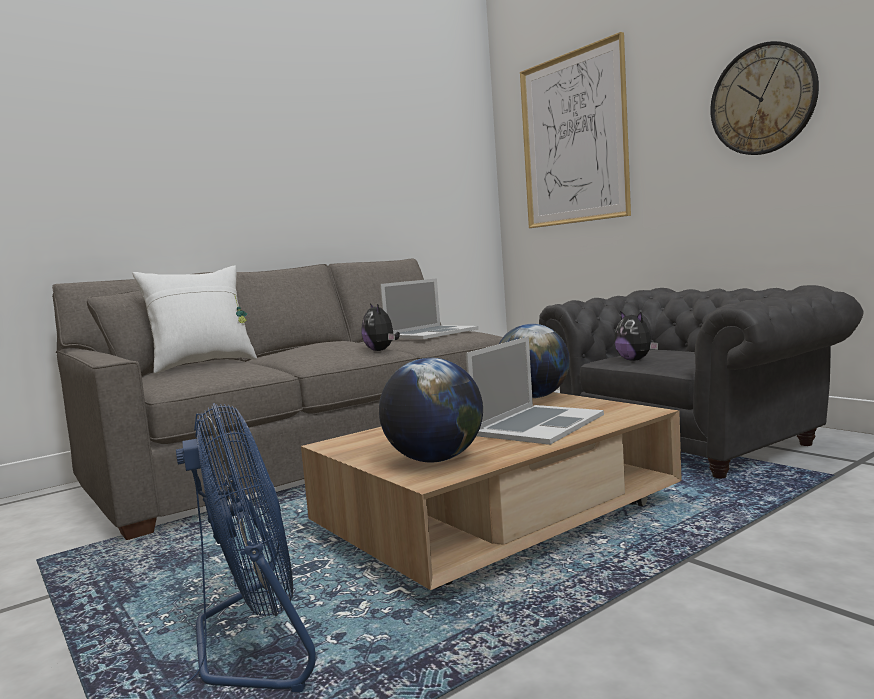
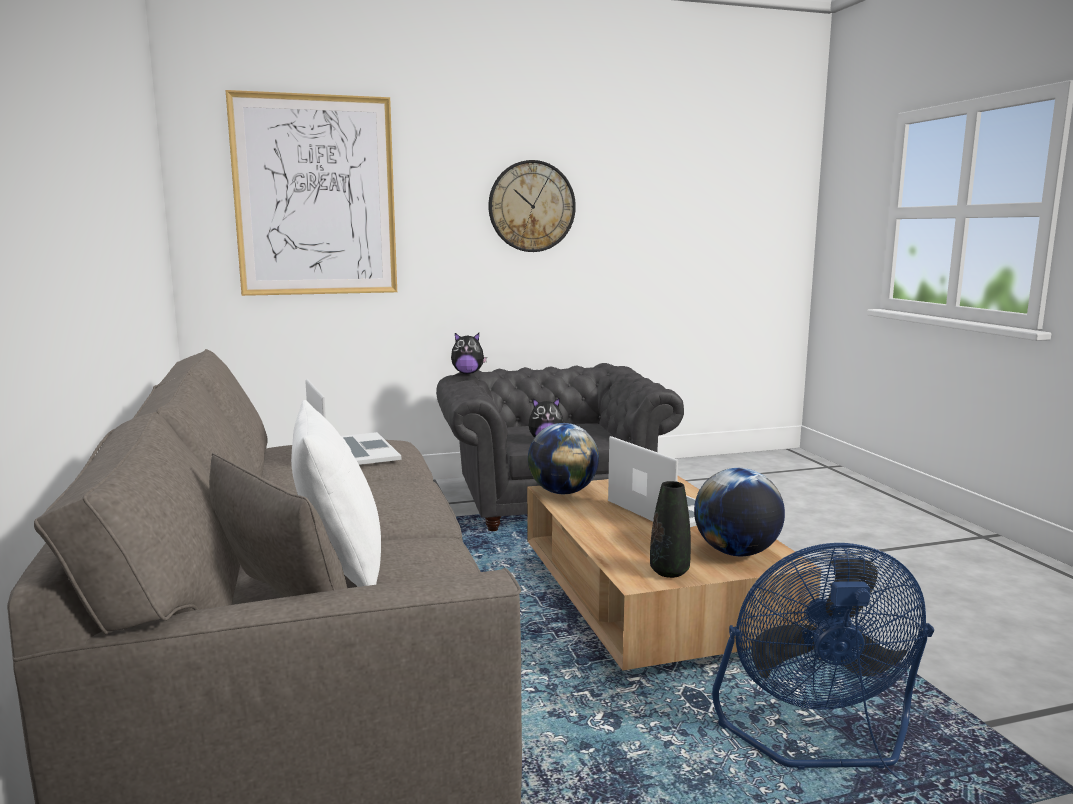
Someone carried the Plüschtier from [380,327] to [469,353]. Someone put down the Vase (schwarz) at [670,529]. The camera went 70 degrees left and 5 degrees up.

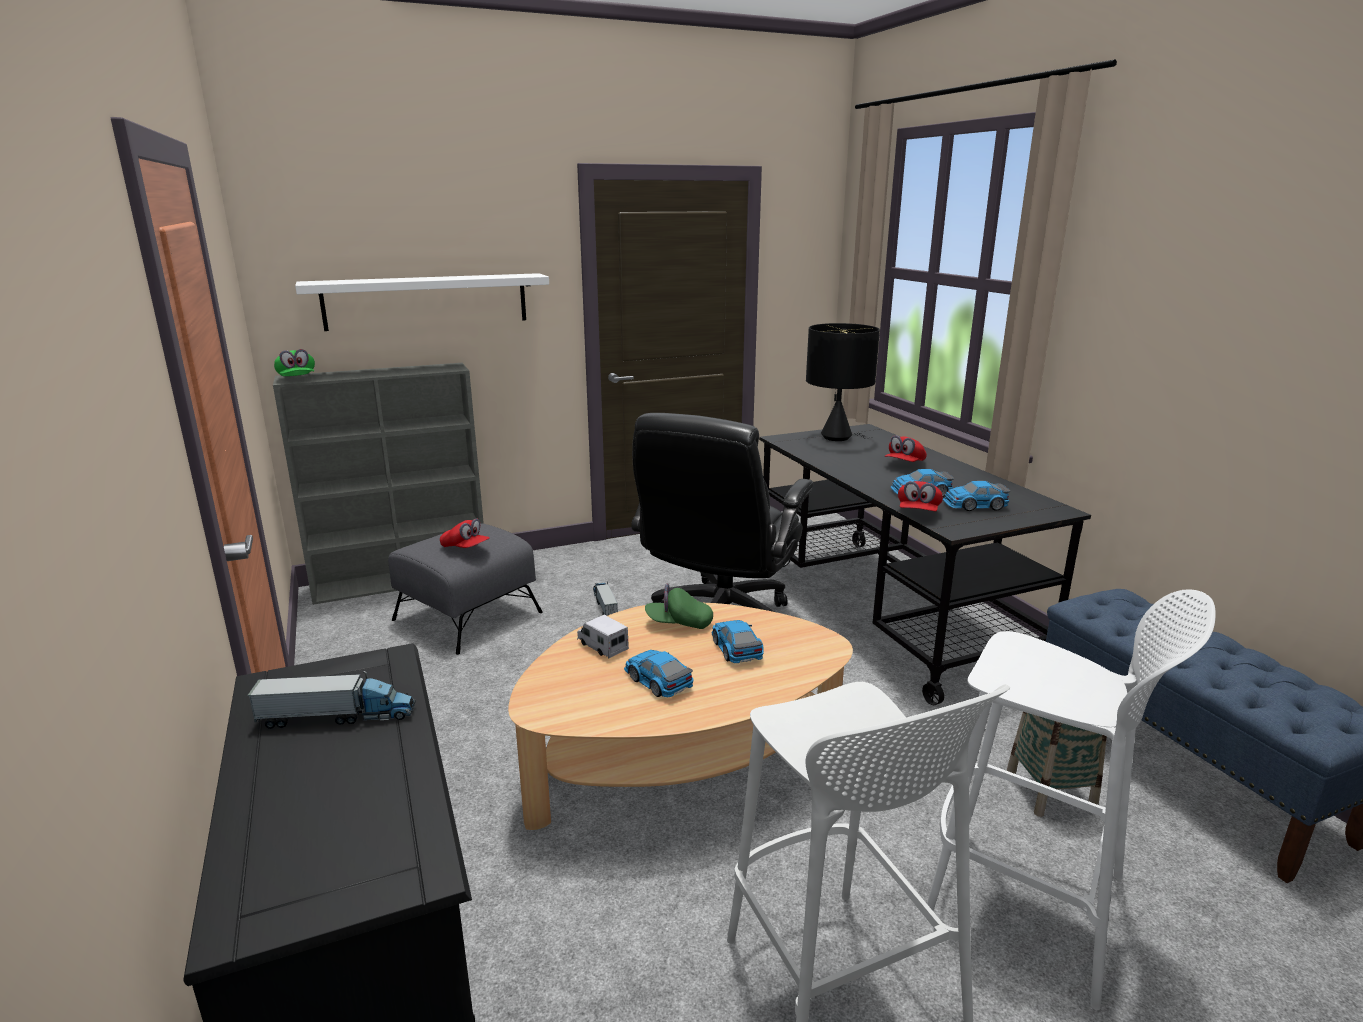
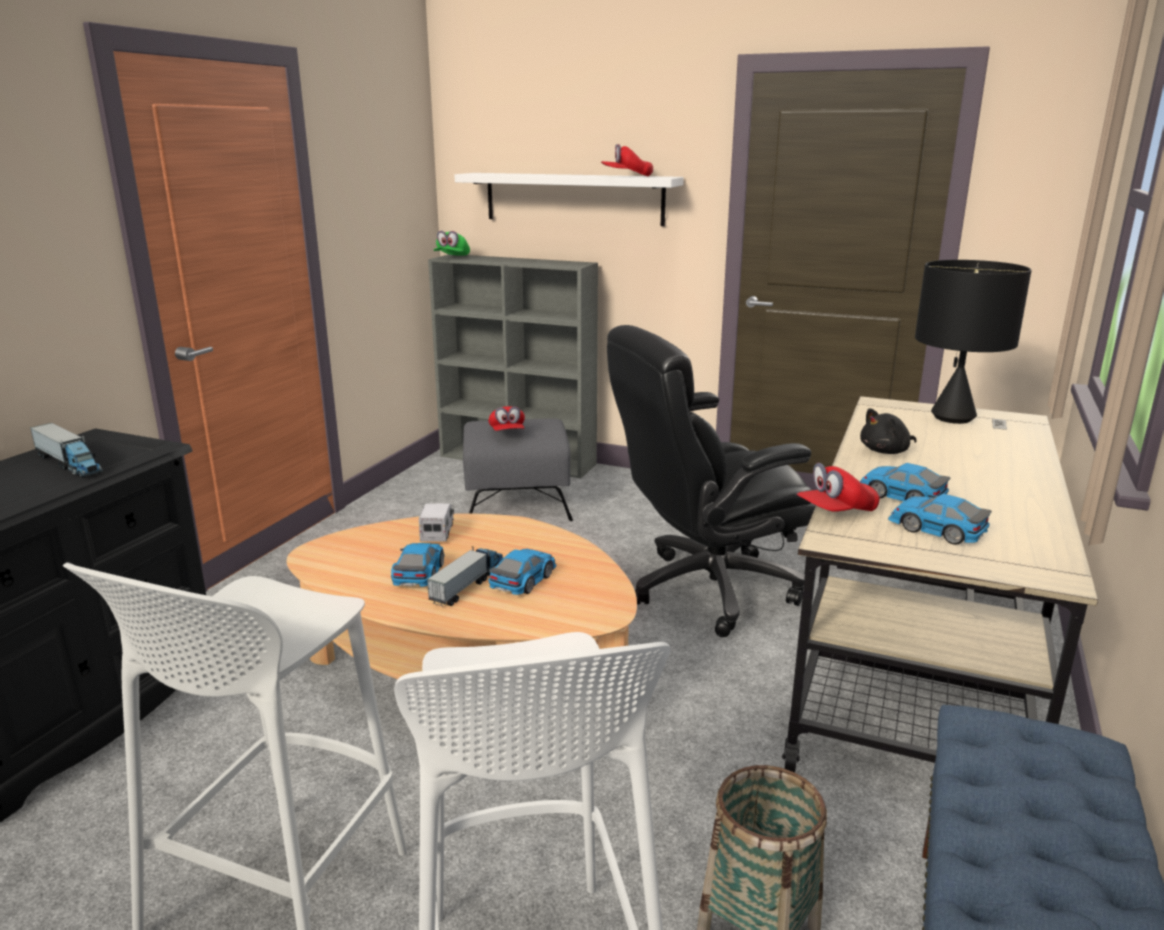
Someone repainted the Schreibtisch (schwarz) at [925,564], which became the Schreibtisch (beige) at [940,584]. Someone carried the Kappe (rot) from [906,448] to [627,160]. Someone carried the Spielzeuglaster from [605,599] to [465,576]. Someone took away the Kappe (grün) at [679,606]. Someone put down the Plüschtier (schwarz) at [888,431]. The camera went 45 degrees right and 0 degrees up.

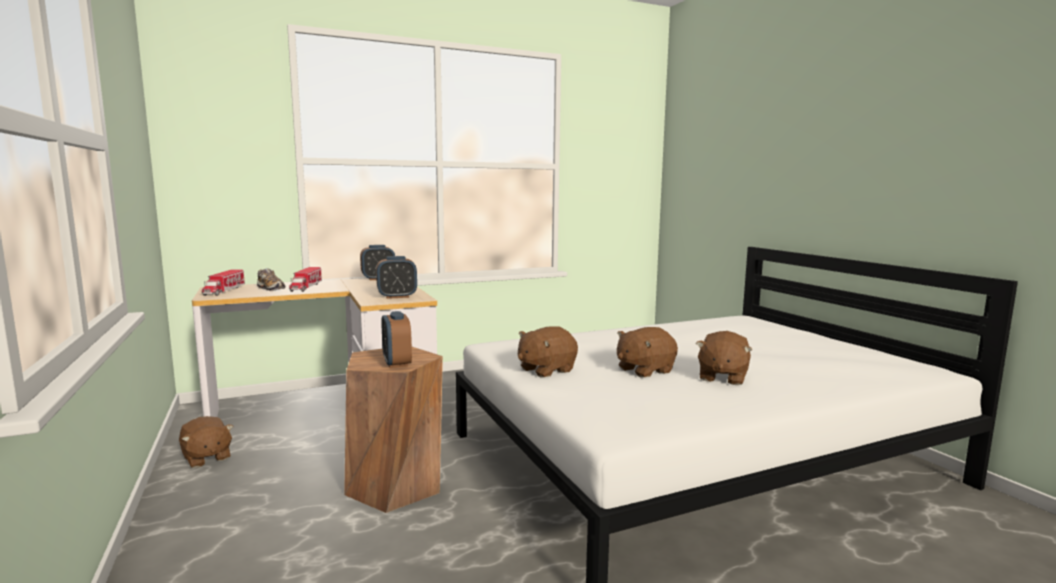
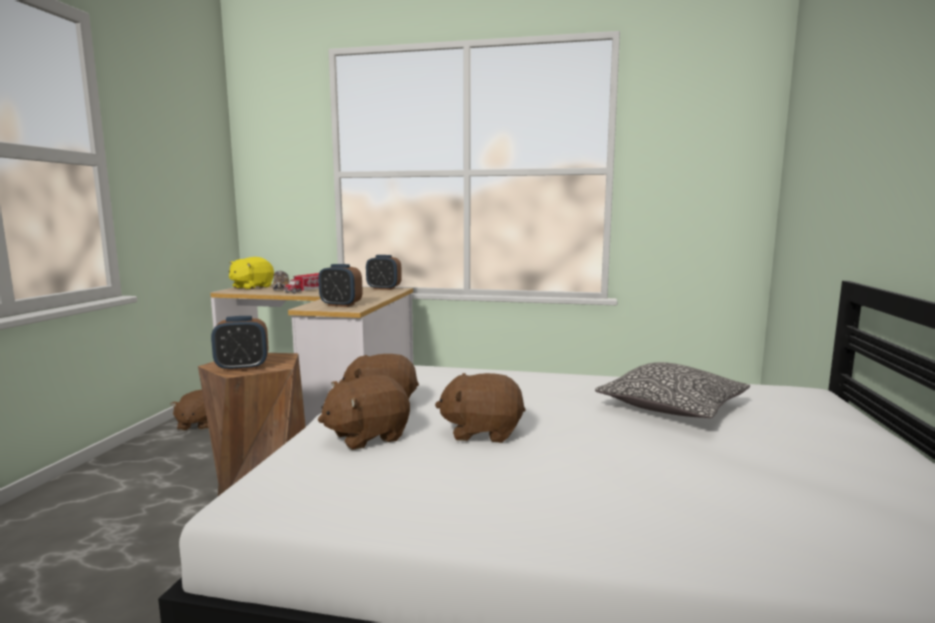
Someone swapped the Spielzeuglaster at [223,282] for the Plüschtier (gelb) at [251,273]. Someone rotated the Wecker at [396,339] by 120 degrees counterclockwise. Someone carried the Plüschtier (braun) from [724,358] to [364,412]. Someone put down the Kissen at [672,390]. The camera went 35 degrees right and 0 degrees up.

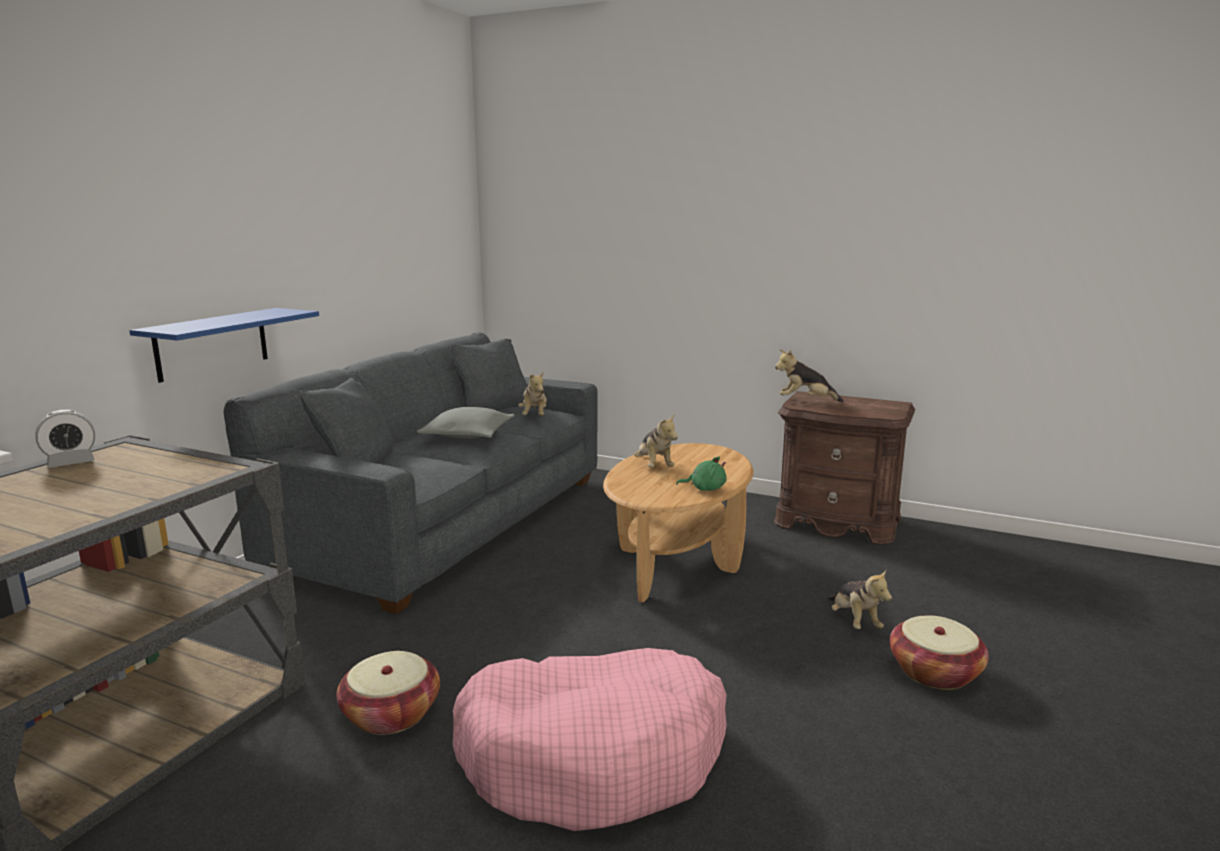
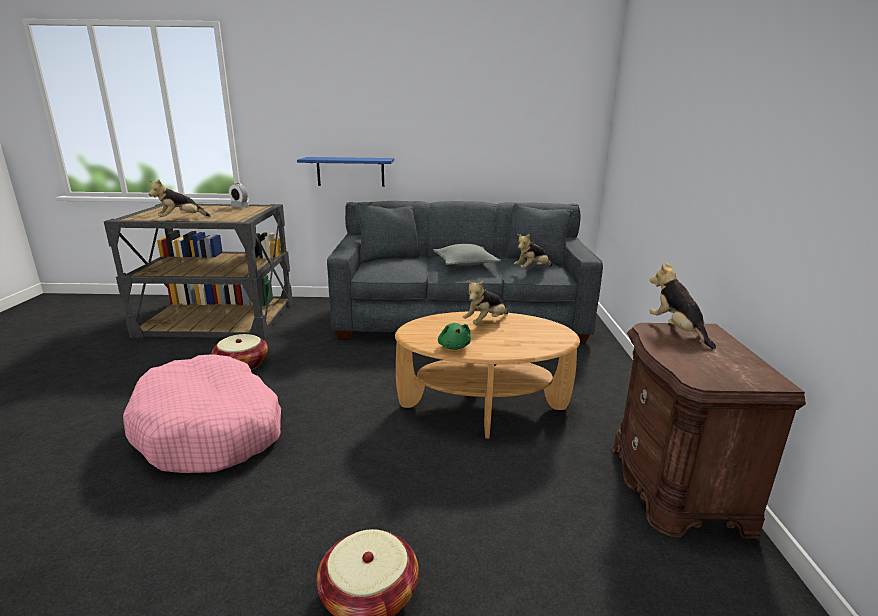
Someone carried the Plüschtier from [859,599] to [179,198]. The camera went 65 degrees right and 5 degrees up.

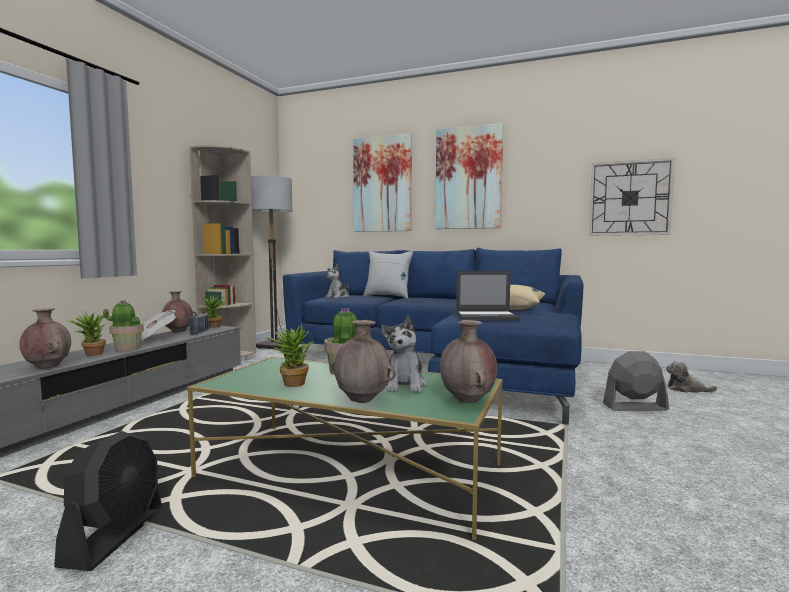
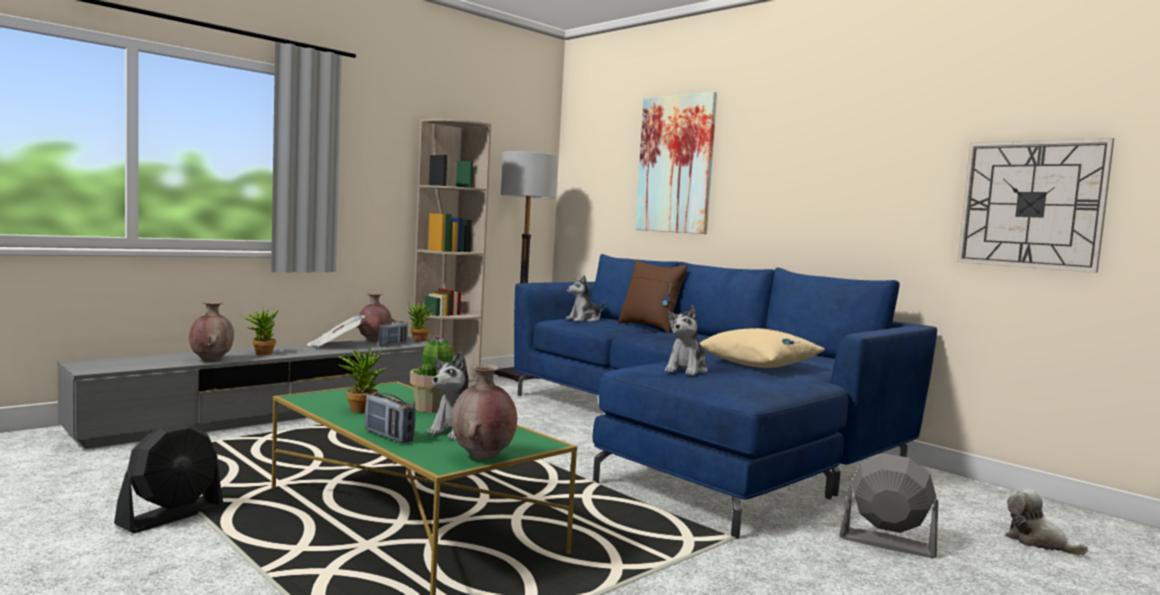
Someone took away the Bild at [469,176]. Someone repainted the Kissen (grau) at [388,275], which became the Kissen (braun) at [653,296]. Someone swapped the Laptop at [488,295] for the Plüschtier at [686,340]. Someone took away the Topfpflanze at [123,325]. Someone swapped the Vase (braun) at [363,361] for the Radio at [390,418]. The camera went 25 degrees right and 0 degrees up.

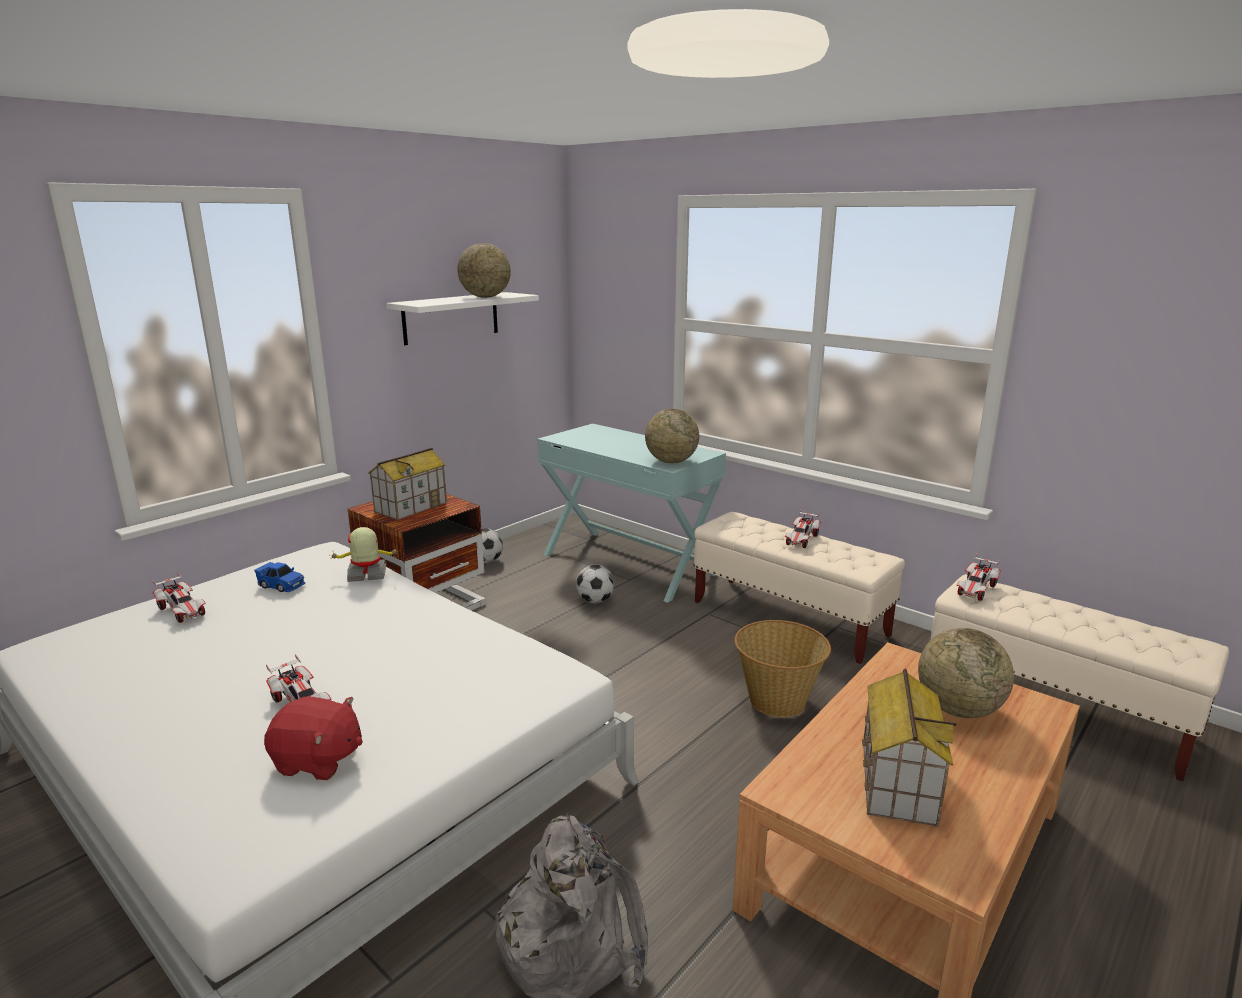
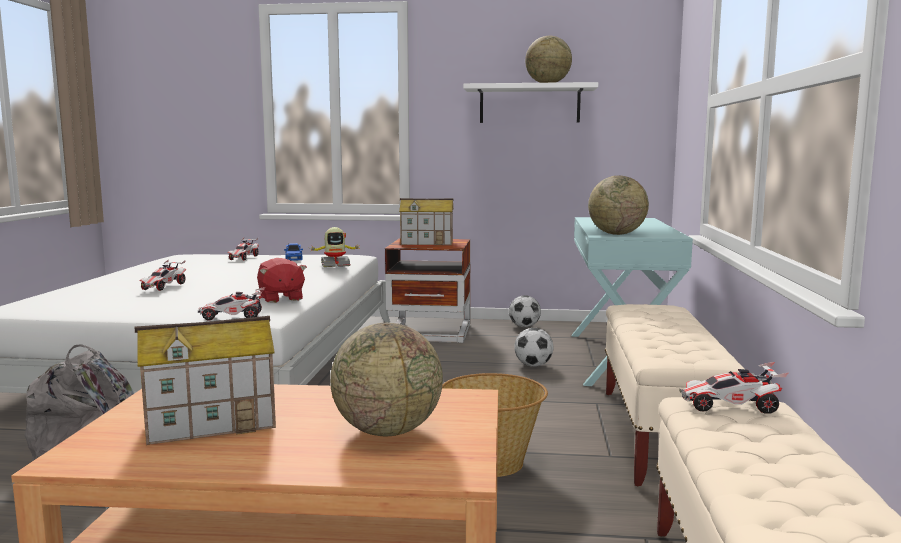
Someone carried the Spielzeugauto from [803,529] to [231,303]. Someone rotated the Spielzeugroboter at [365,554] by 120 degrees clockwise. Someone carried the Plüschtier (rot) from [313,738] to [282,280]. The camera went 55 degrees right and 10 degrees down.

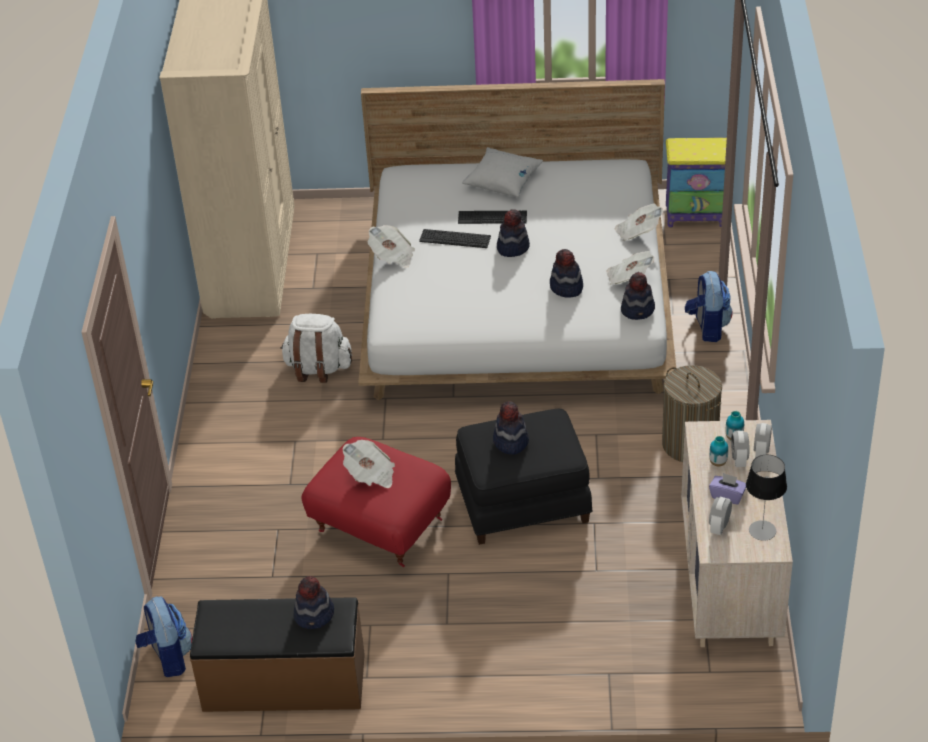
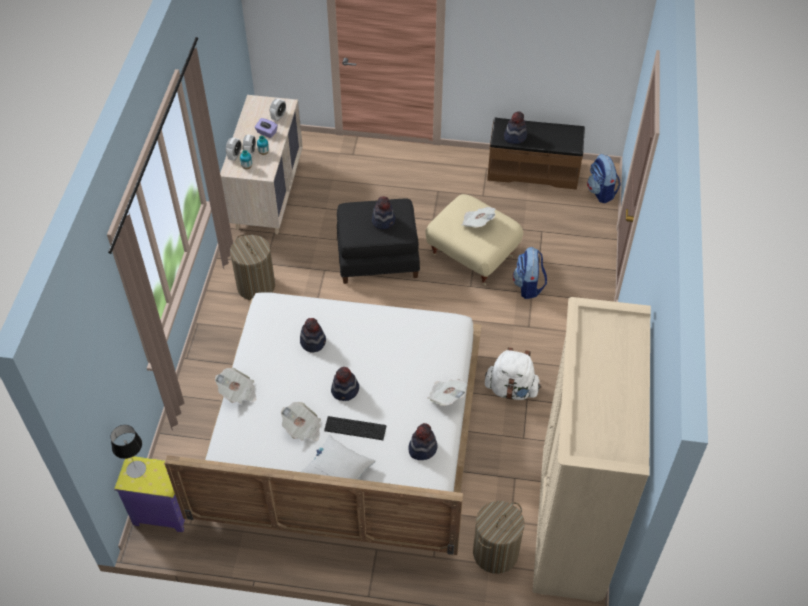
Someone took away the Tastatur at [455,238]. Someone carried the Zeitung from [630,268] to [301,421]. Someone carried the Rucksack from [708,306] to [530,273]. Someone carried the Hut from [638,296] to [422,441]. Someone repainted the Polsterhocker (rot) at [376,502], which became the Polsterhocker (beige) at [474,239]. Someone carried the Tischlampe from [766,498] to [128,451]. Someone put down the Wäschekorb at [498,537]. The camera went 175 degrees left and 10 degrees up.

